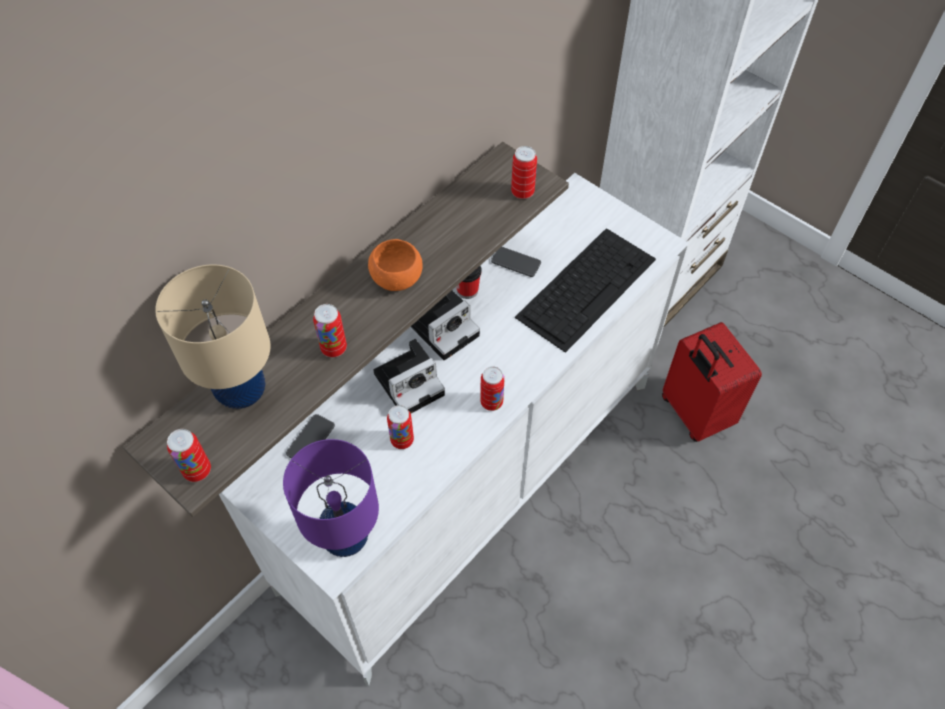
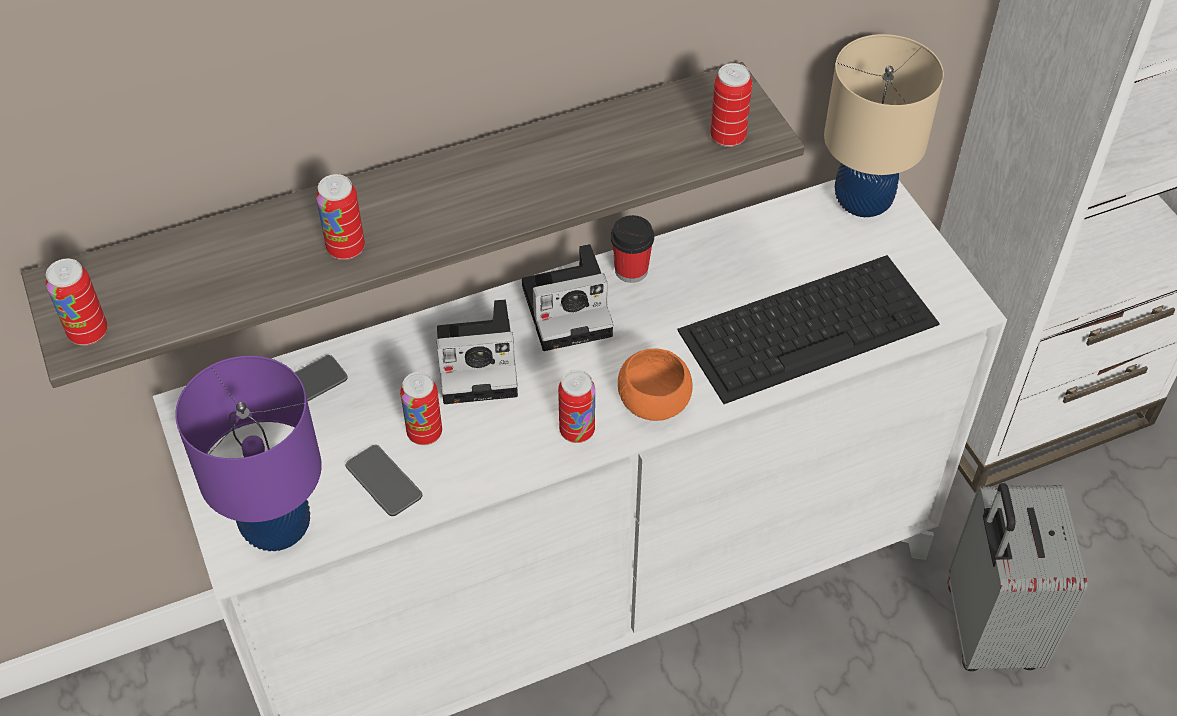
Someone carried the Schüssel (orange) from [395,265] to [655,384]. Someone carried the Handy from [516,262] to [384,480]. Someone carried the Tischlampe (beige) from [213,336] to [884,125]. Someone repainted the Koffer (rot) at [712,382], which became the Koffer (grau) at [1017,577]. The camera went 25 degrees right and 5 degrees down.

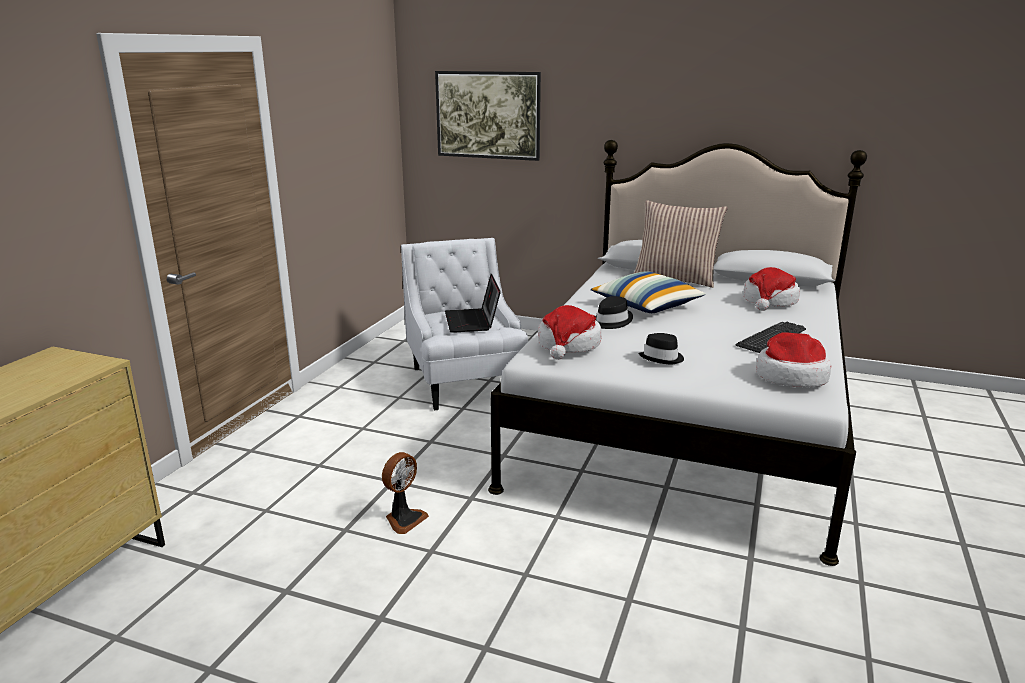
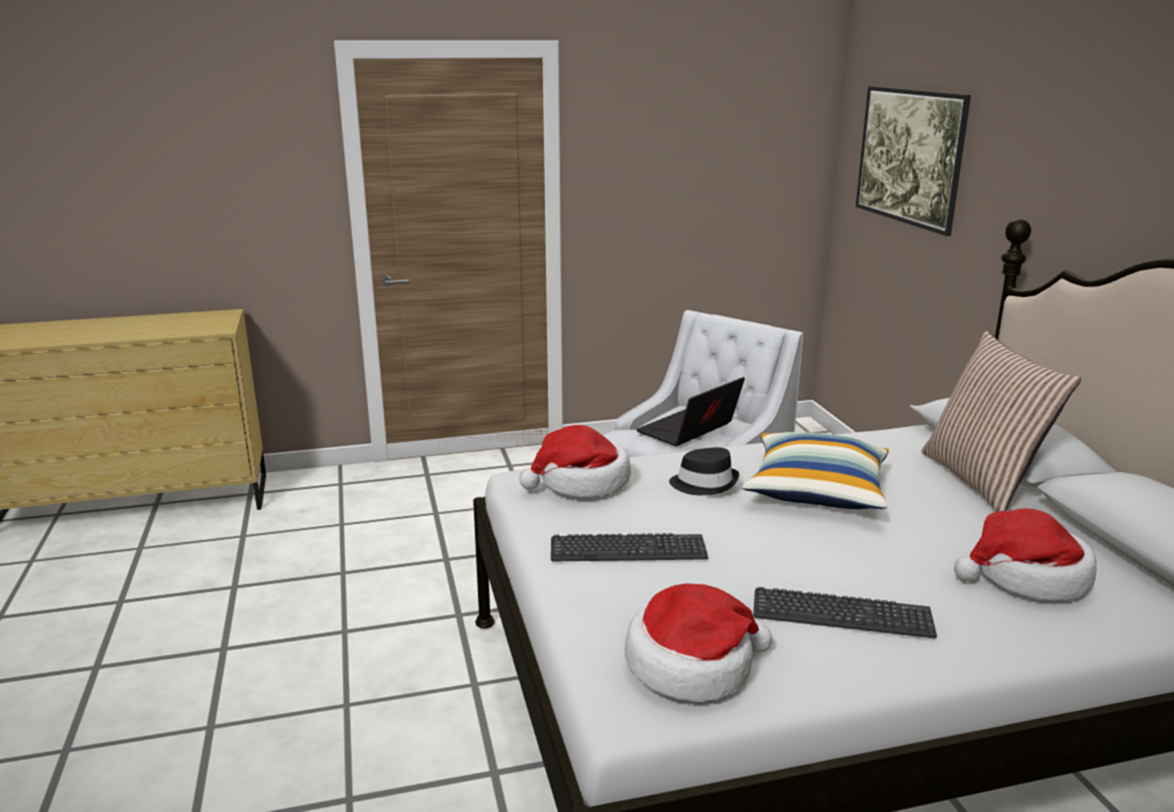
Someone swapped the Hut (schwarz) at [661,348] for the Tastatur at [629,547]. Someone took away the Ventilator at [405,493]. The camera went 55 degrees right and 0 degrees up.

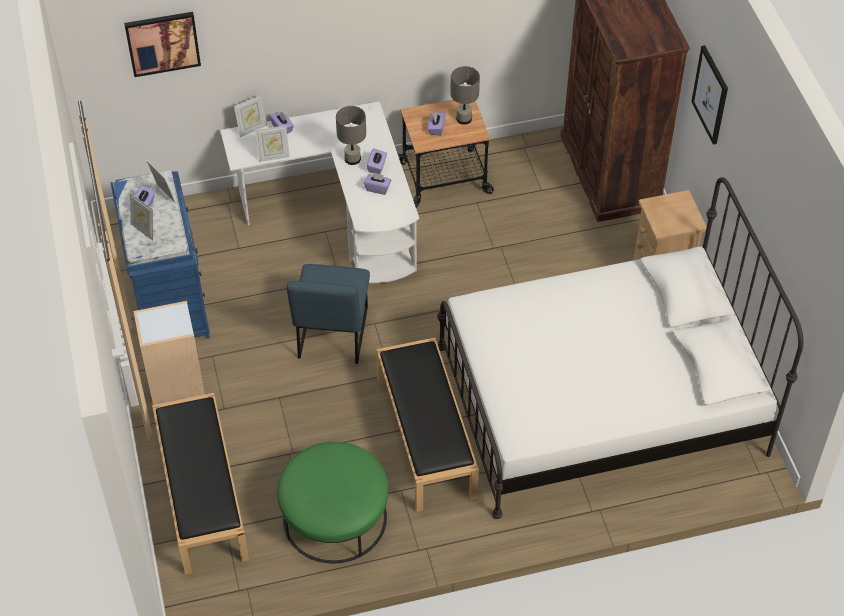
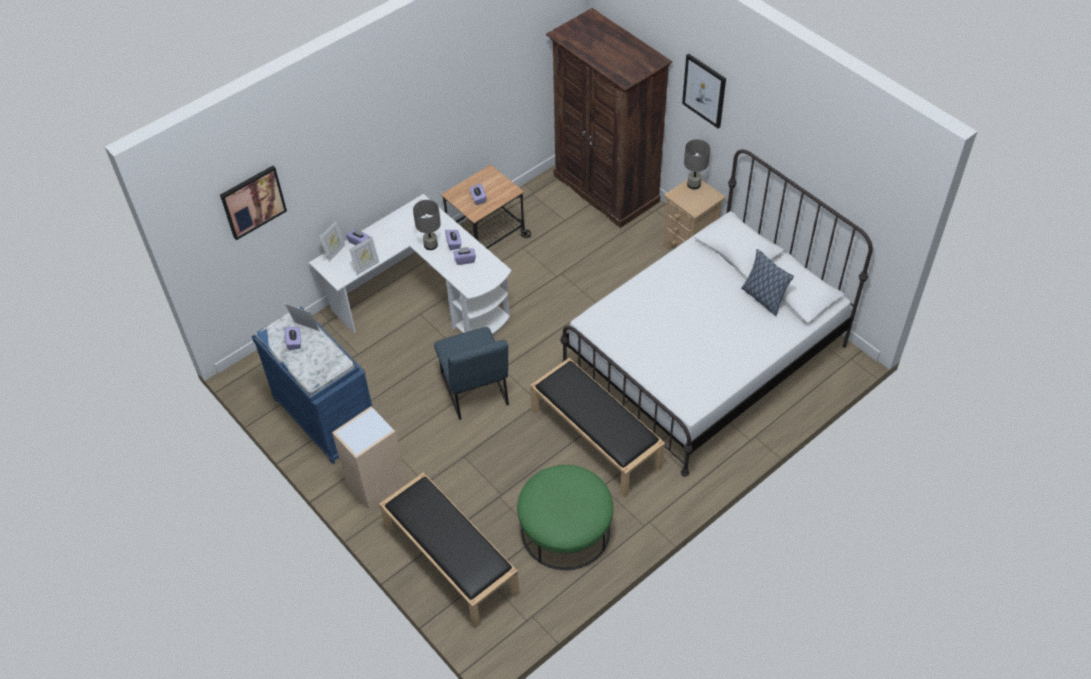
Someone carried the Tischlampe (grau) from [465,95] to [697,164]. Someone took away the Bilderrahmen at [141,217]. Someone put down the Kissen at [767,282]. The camera went 25 degrees left and 0 degrees up.

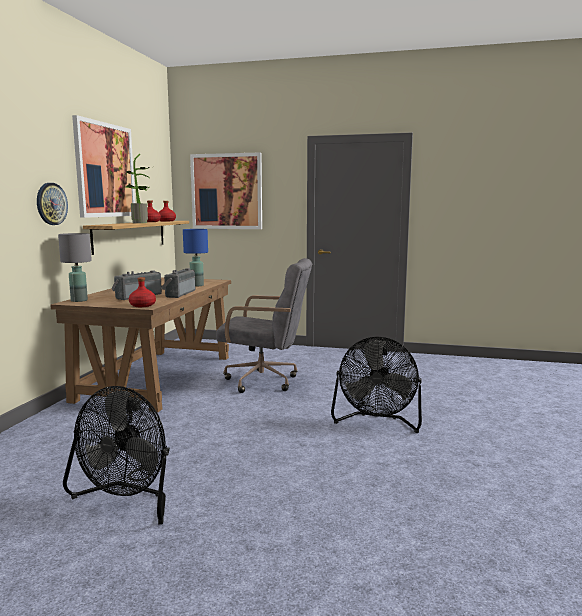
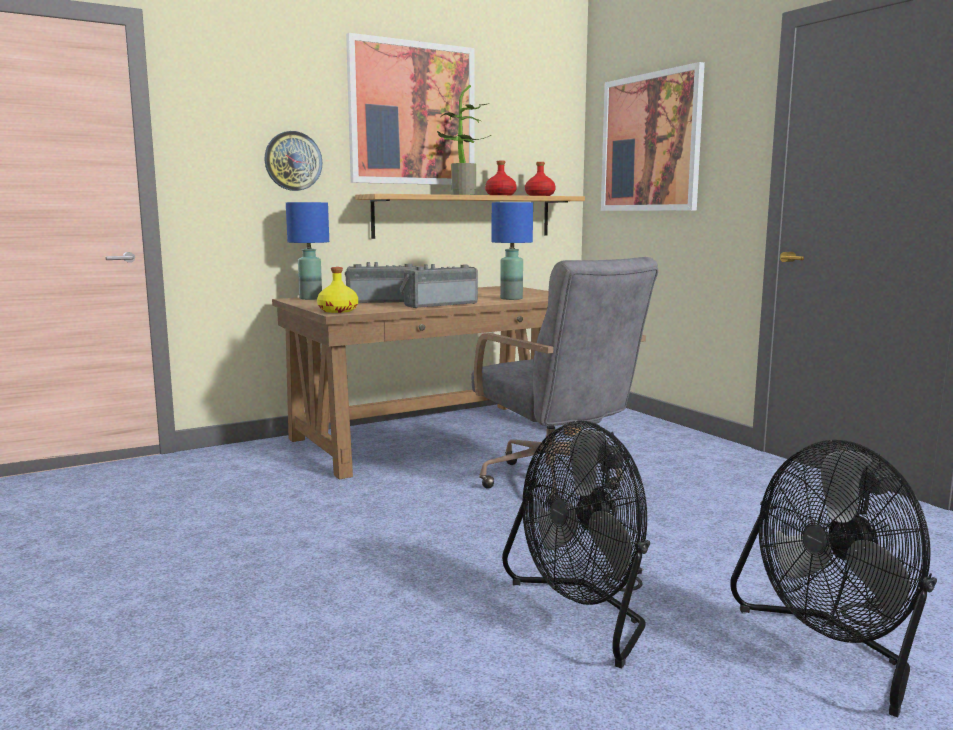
Someone repainted the Tischlampe (grau) at [75,267], which became the Tischlampe (blau) at [307,251]. Someone repainted the Flasche (rot) at [142,292], which became the Flasche (gelb) at [337,290]. Someone carried the Ventilator (schwarz) from [116,455] to [833,578]. The camera went 45 degrees right and 0 degrees up.

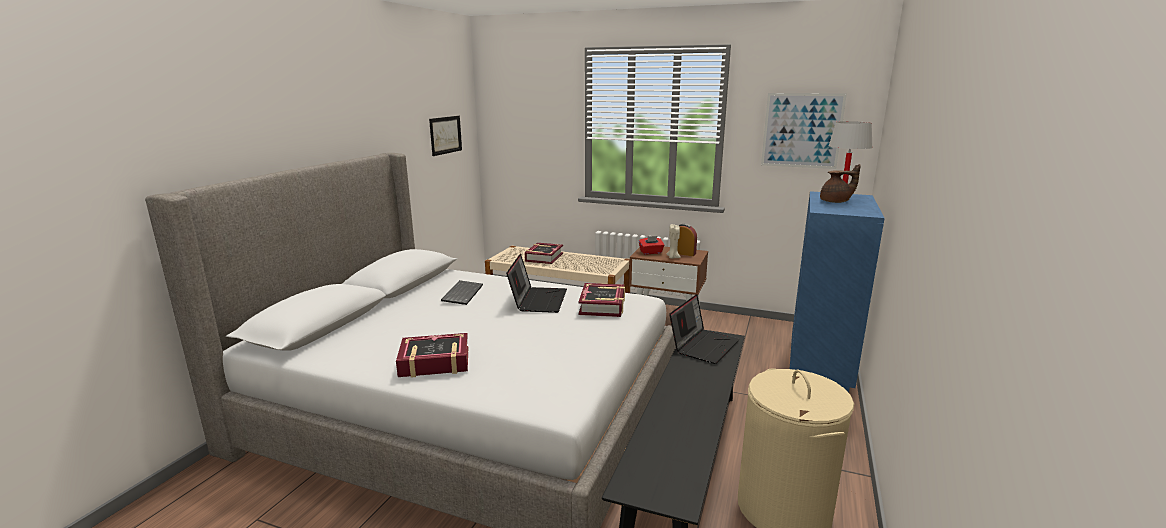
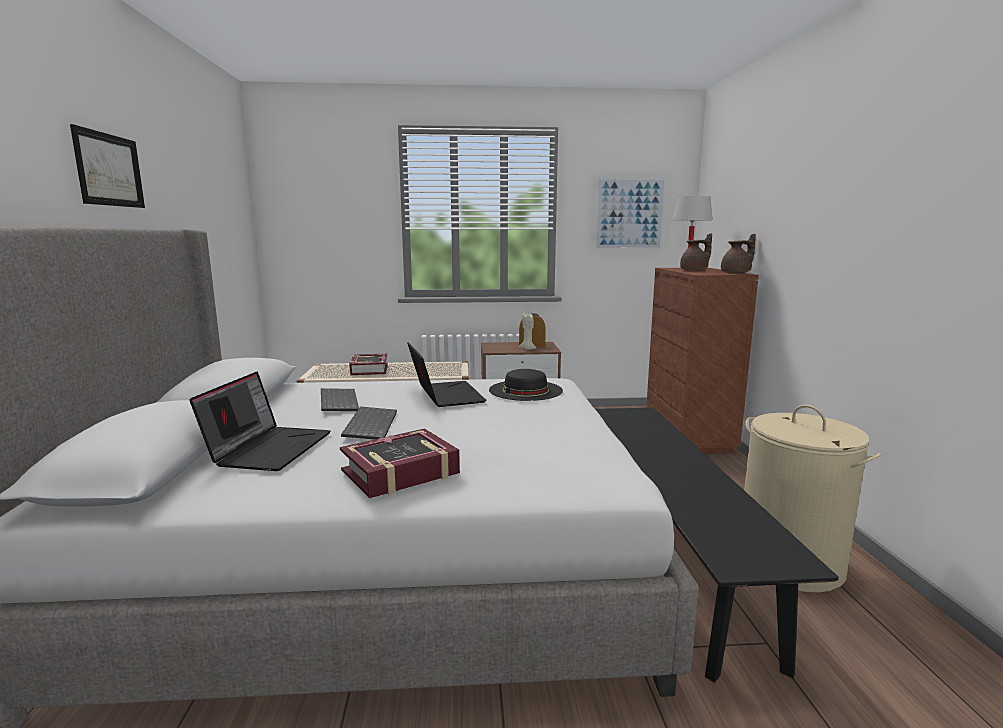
Someone carried the Bild from [445,136] to [107,166]. Someone repainted the Kommode (blau) at [837,291], which became the Kommode (braun) at [702,360]. Someone took away the Taschentuchbox (rot) at [652,245]. Someone swapped the Buch at [601,300] for the Hut (schwarz) at [526,385]. Someone carried the Laptop from [704,329] to [259,421]. Someone put down the Teekanne (braun) at [738,254]. Someone put down the Tastatur at [369,423]. The camera went 25 degrees left and 5 degrees down.

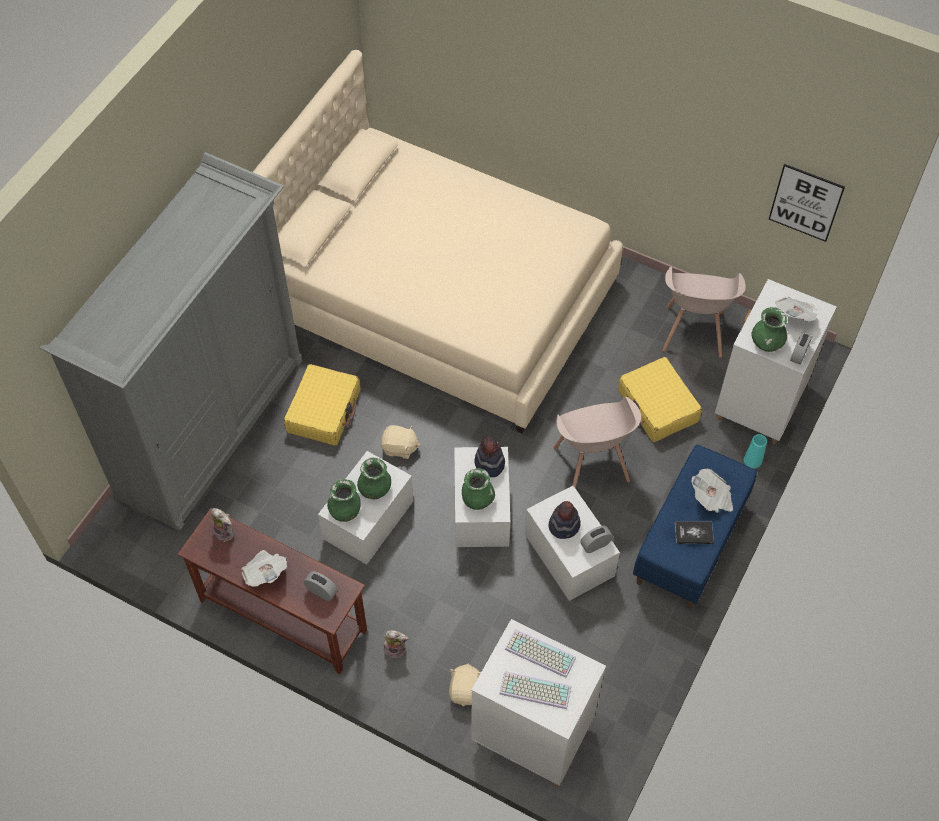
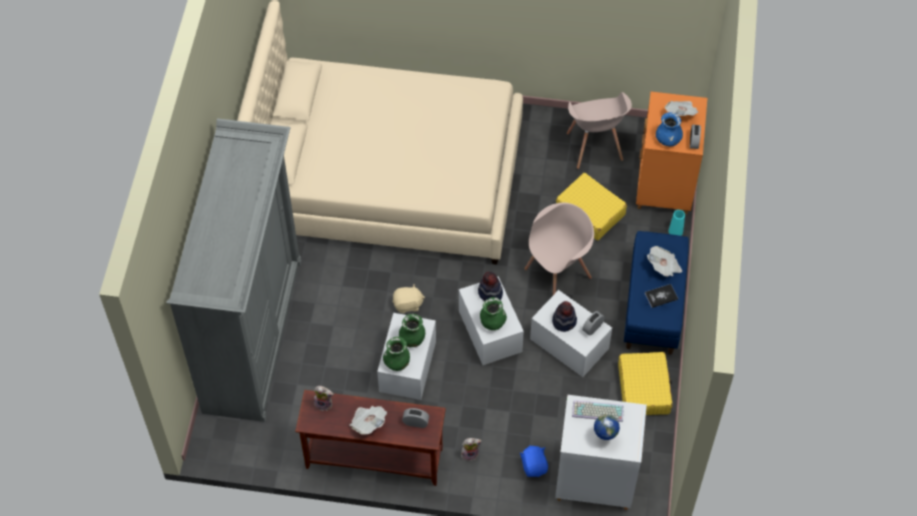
Someone took away the Bild at [807,203]. Someone repainted the Kommode (weiß) at [776,361], which became the Kommode (orange) at [671,153]. Someone repainted the Vase (grün) at [769,329], which became the Vase (blau) at [669,129]. Someone carried the Koffer (gelb) from [322,405] to [645,383]. Someone rotated the Stuhl (beige) at [597,442] by 90 degrees counterclockwise. Someone repainted the Plüschtier (beige) at [465,685], which became the Plüschtier (blau) at [534,461]. Someone swapped the Tastatur at [535,690] for the Globus at [607,427]. The camera went 20 degrees left and 0 degrees up.

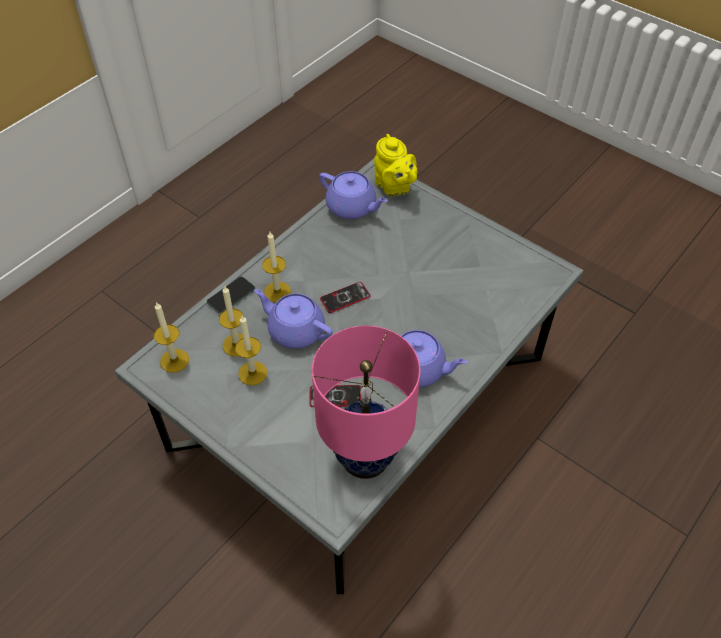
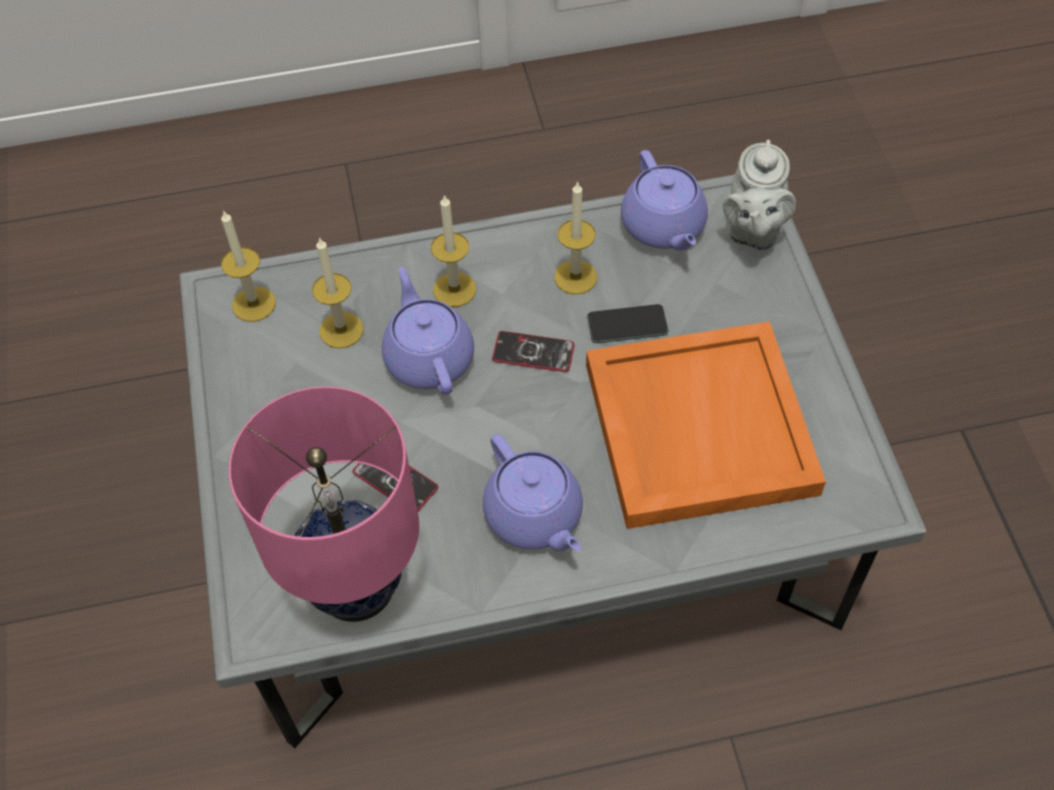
Someone repainted the Teekanne (gelb) at [396,165], which became the Teekanne (grau) at [759,195]. Someone carried the Handy from [231,295] to [627,323]. Someone carried the Kerze from [251,350] to [575,237]. Someone put down the Tablett (orange) at [706,425]. The camera went 40 degrees right and 5 degrees up.

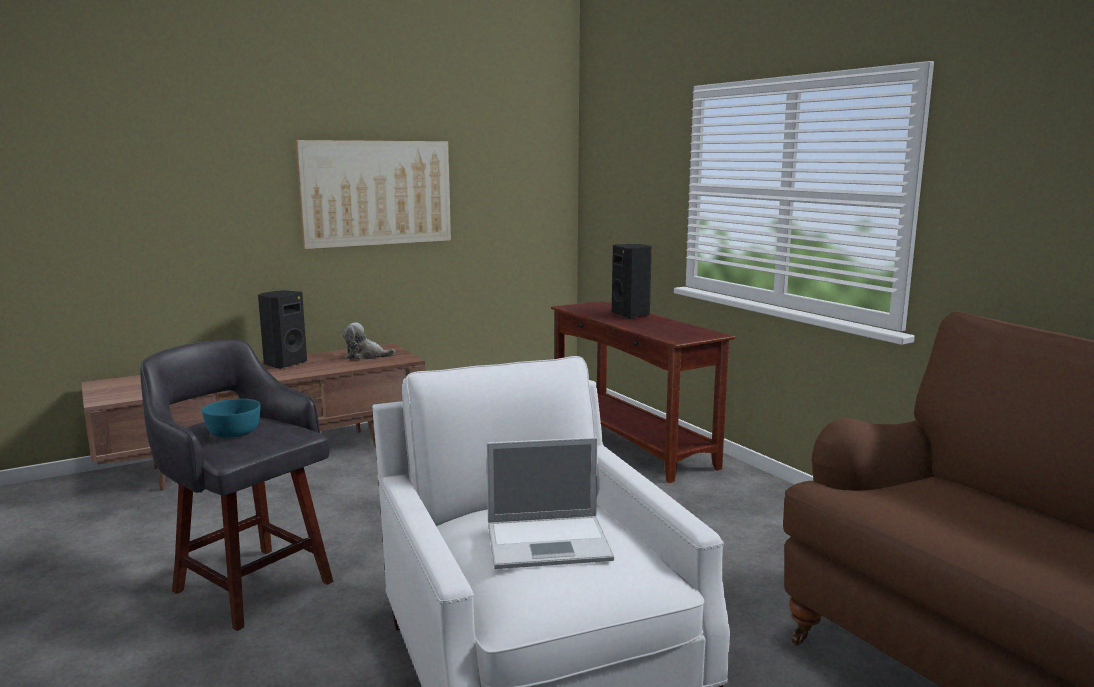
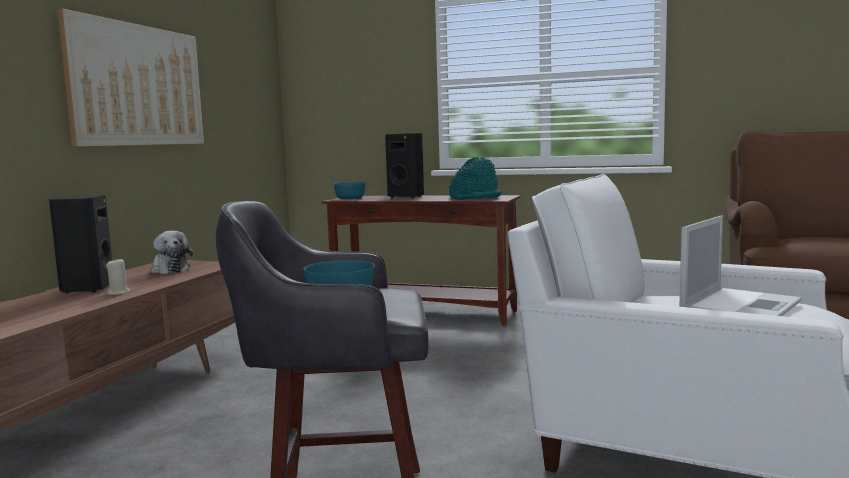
Someone rotated the Plüschtier at [368,341] by 90 degrees counterclockwise. Someone put down the Hut (türkis) at [475,178]. Someone put down the Schüssel (türkis) at [349,191]. Someone put down the Kerze (beige) at [118,276]. The camera went 40 degrees left and 5 degrees down.

